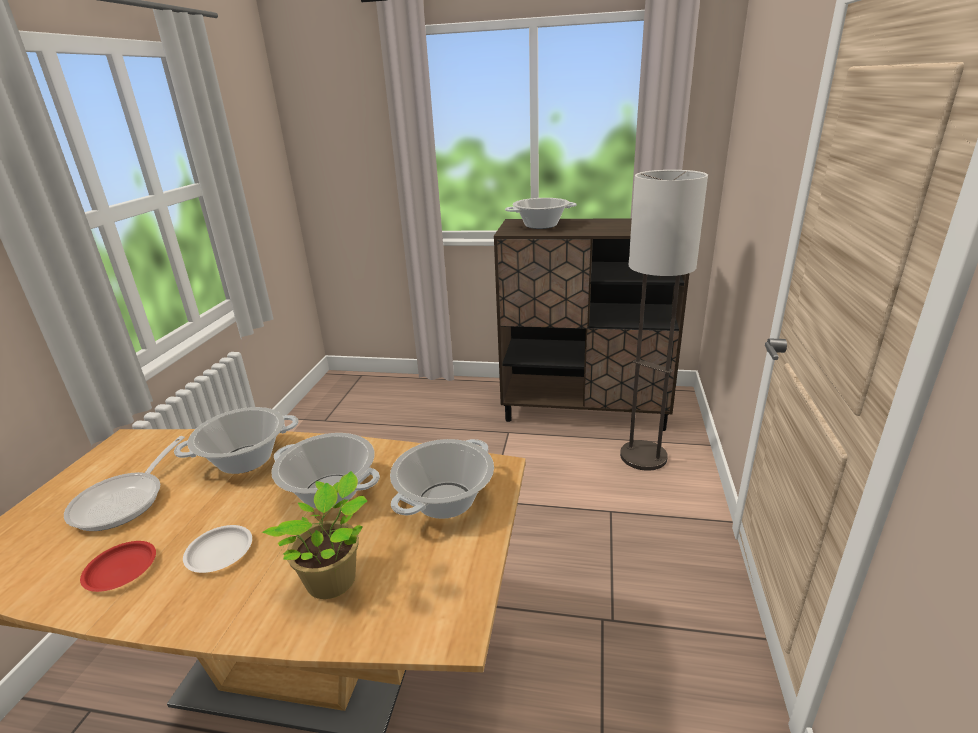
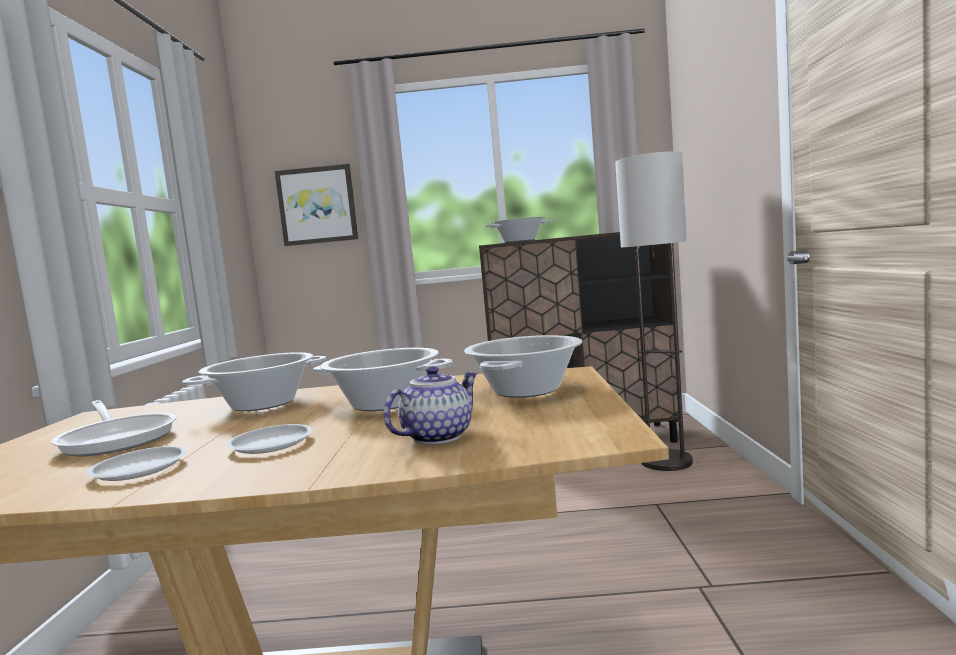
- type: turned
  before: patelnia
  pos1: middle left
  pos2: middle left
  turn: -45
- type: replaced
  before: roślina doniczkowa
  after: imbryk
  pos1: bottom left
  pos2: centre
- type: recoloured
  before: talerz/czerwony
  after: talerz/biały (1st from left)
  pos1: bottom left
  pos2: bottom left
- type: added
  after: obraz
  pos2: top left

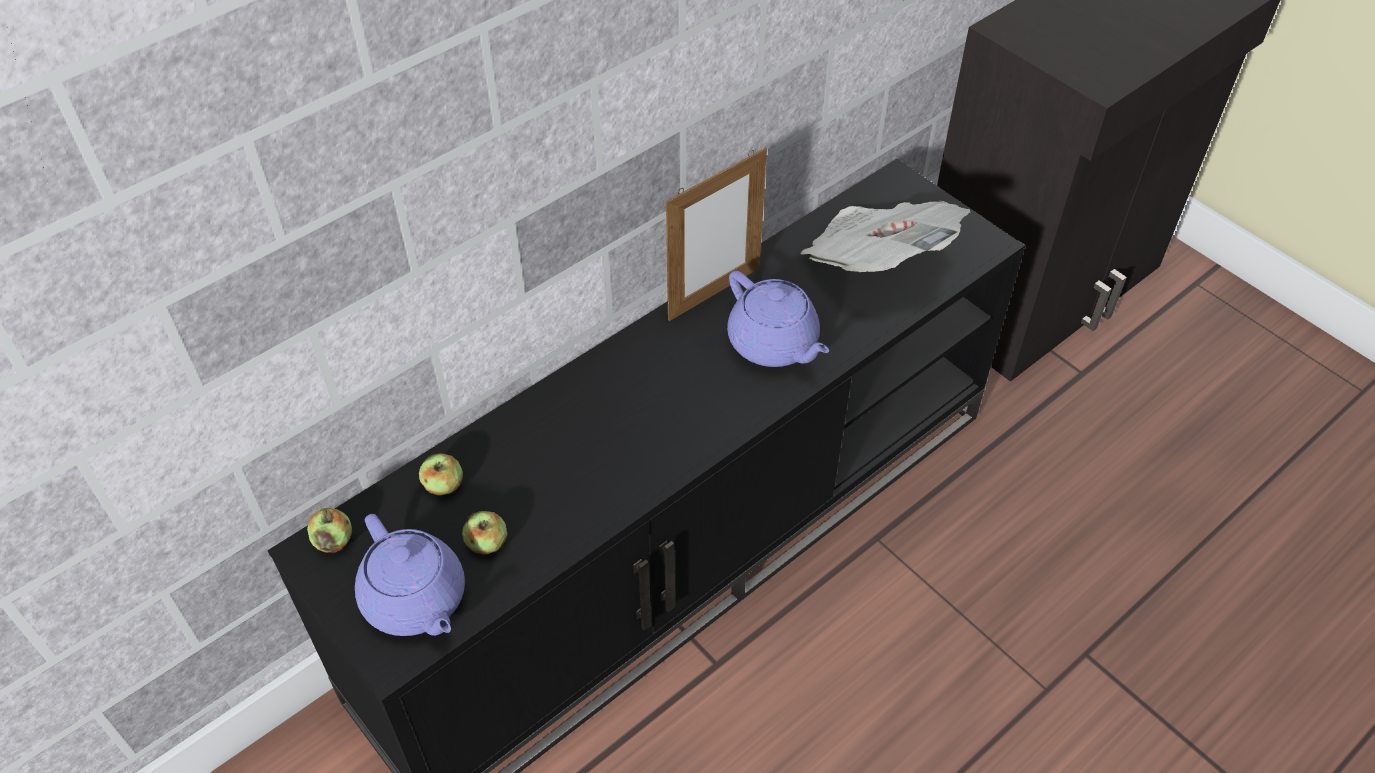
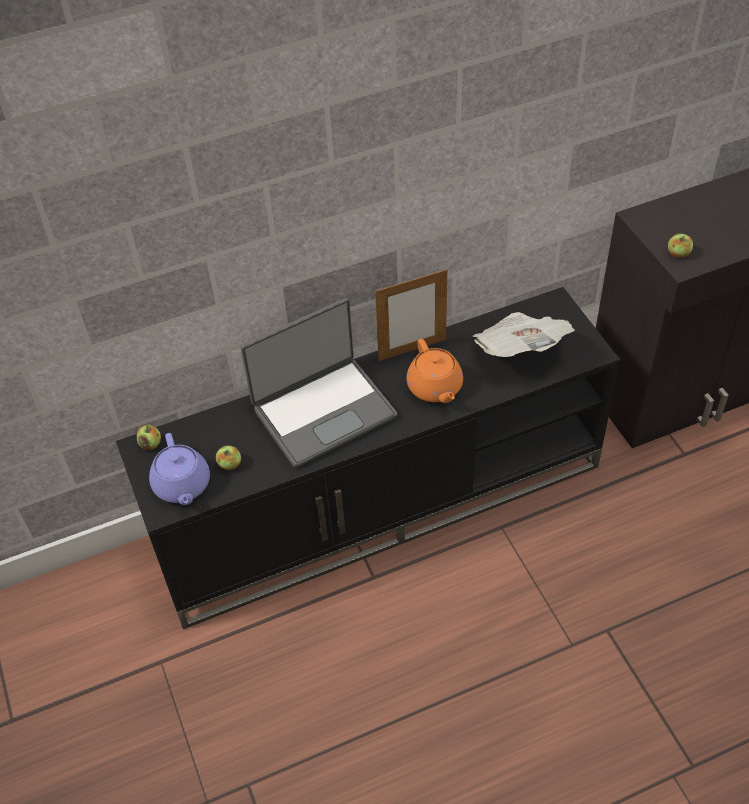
- type: recoloured
  before: imbryk/fioletowy (2nd from left)
  after: imbryk/pomarańczowy
  pos1: centre
  pos2: centre
- type: moved
  before: jabłko (2nd from left in the first image)
  after: jabłko (3rd from left)
  pos1: middle left
  pos2: top right
- type: added
  after: laptop
  pos2: centre

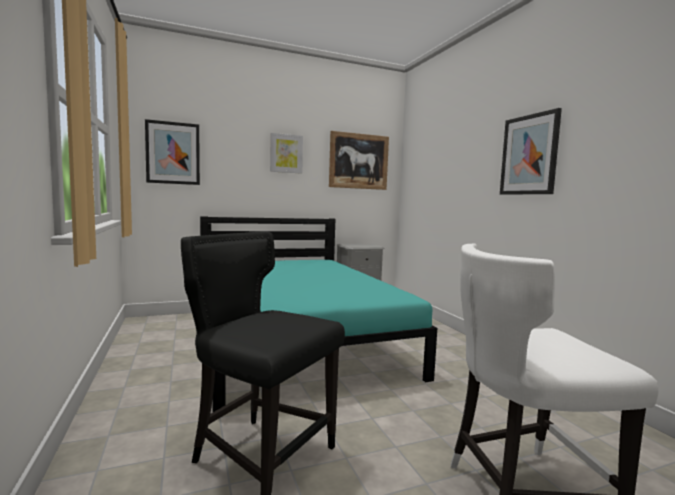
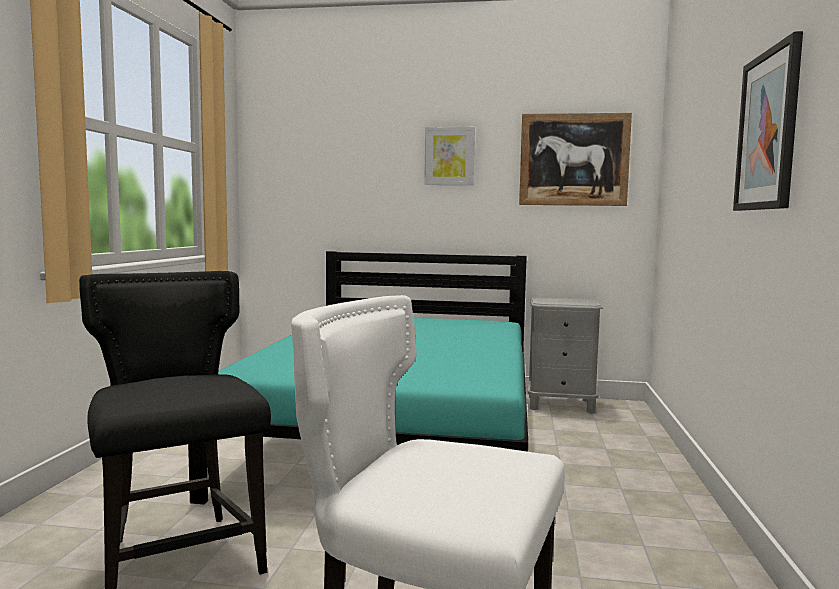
- type: removed
  before: obraz (1st from left)
  pos1: top left

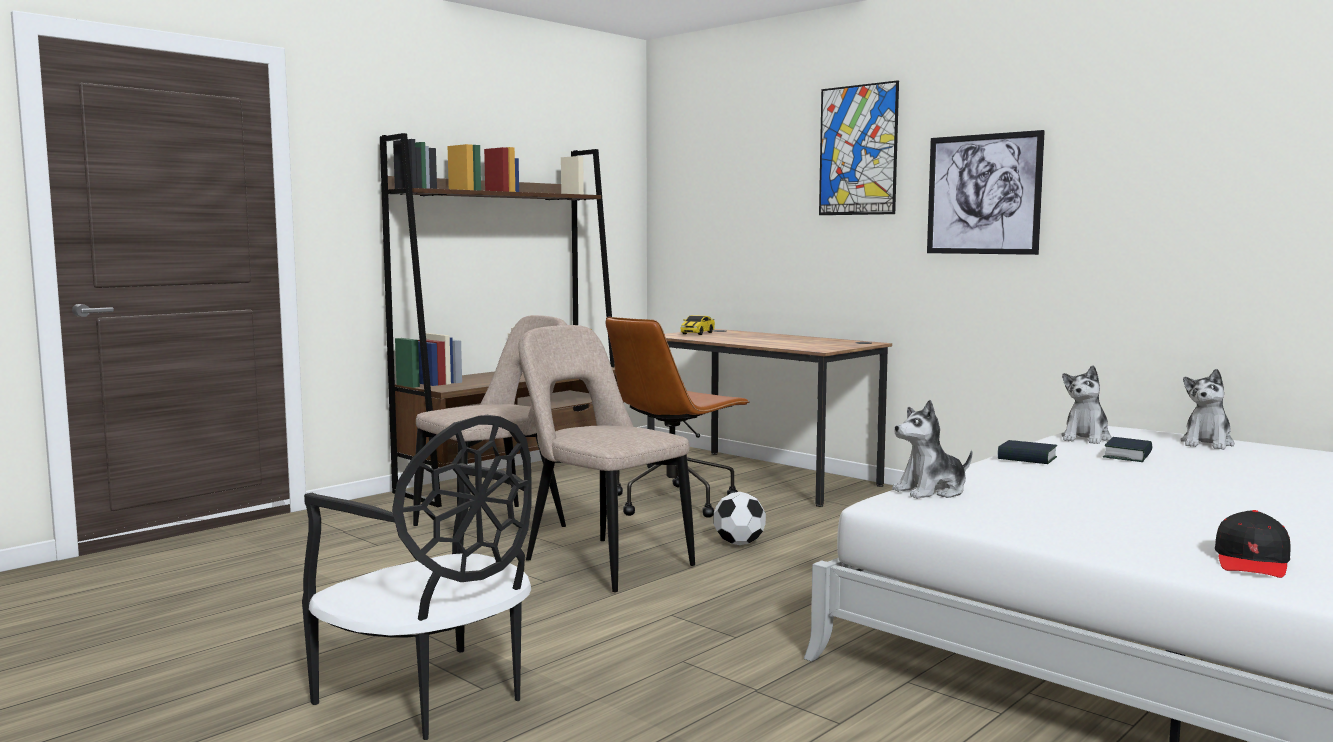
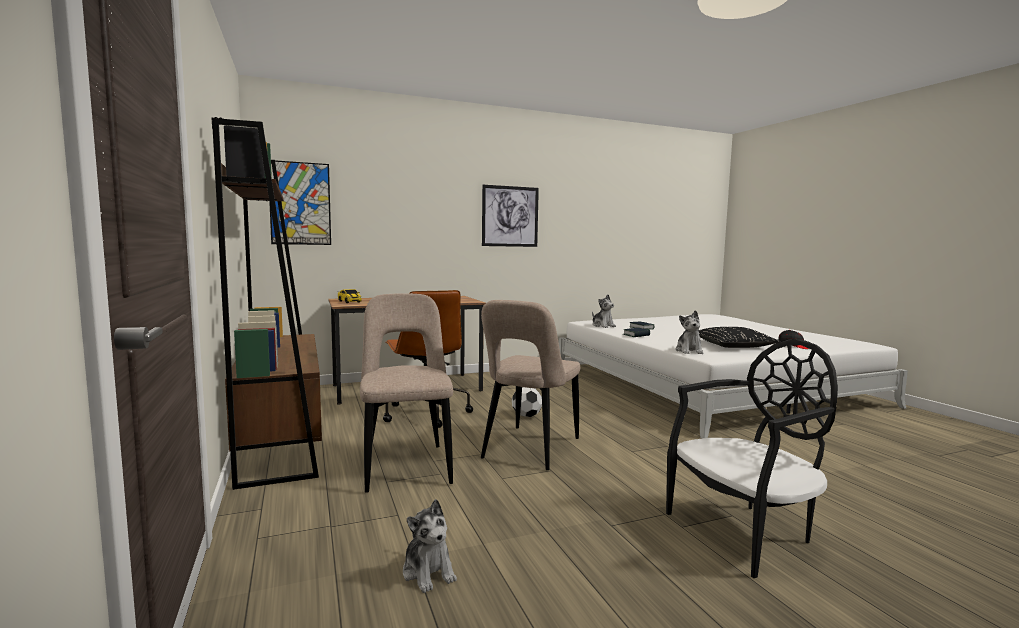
- type: moved
  before: obraz (1st from left)
  pos1: top centre
  pos2: top left
- type: turned
  before: krzesło/beżowy (2nd from left)
  pos1: centre
  pos2: centre
  turn: -45
- type: moved
  before: pluszak (3rd from left in the first image)
  after: pluszak (1st from left)
  pos1: middle right
  pos2: bottom centre
- type: added
  after: poduszka/czarny
  pos2: middle right

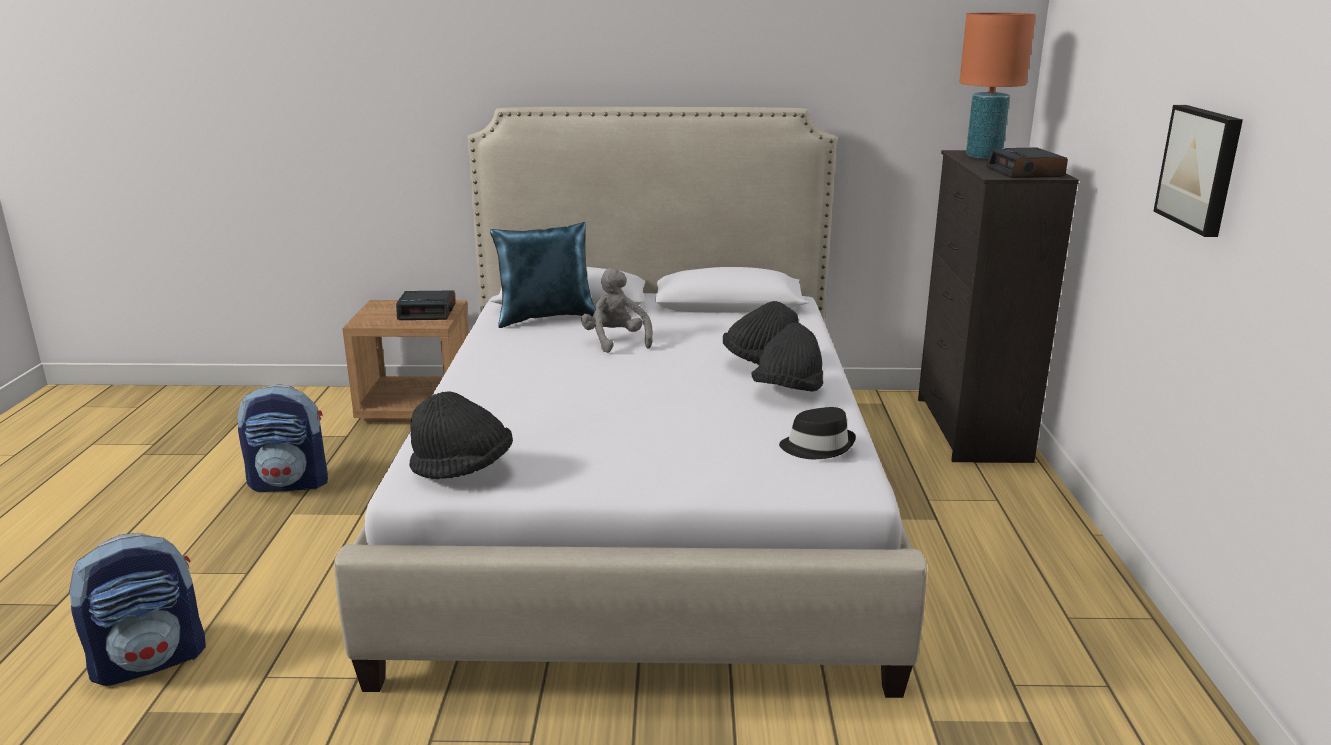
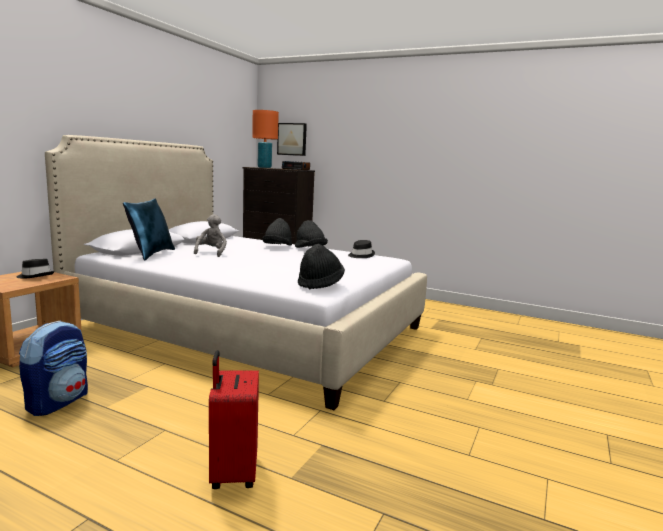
- type: moved
  before: obraz
  pos1: top right
  pos2: top centre
- type: turned
  before: pluszak/szary
  pos1: centre
  pos2: middle left
  turn: 90
- type: replaced
  before: budzik (1st from left)
  after: kapelusz/czarny (1st from left)
  pos1: middle left
  pos2: middle left
- type: replaced
  before: plecak (1st from left)
  after: walizka/czerwony
  pos1: bottom left
  pos2: bottom centre

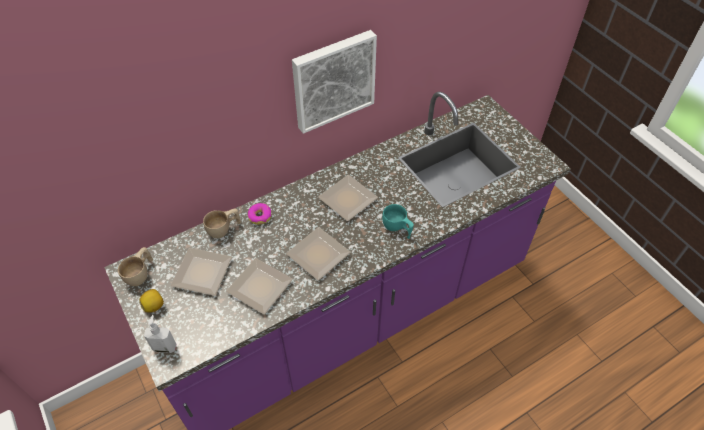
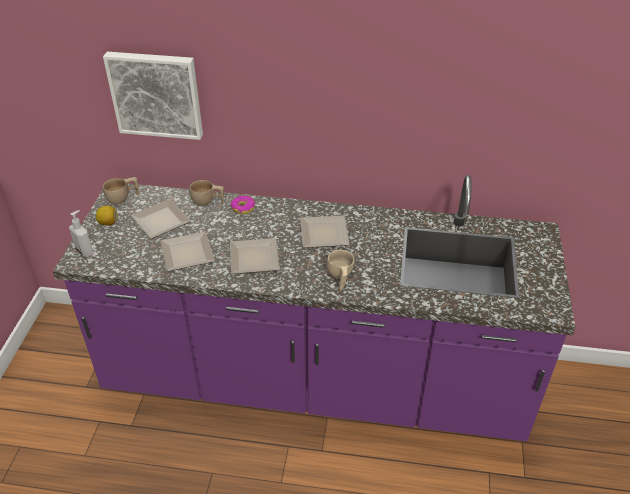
- type: moved
  before: obraz
  pos1: top centre
  pos2: top left
- type: recoloured
  before: filiżanka/turkusowy
  after: filiżanka/beżowy (3rd from left)
  pos1: centre
  pos2: centre

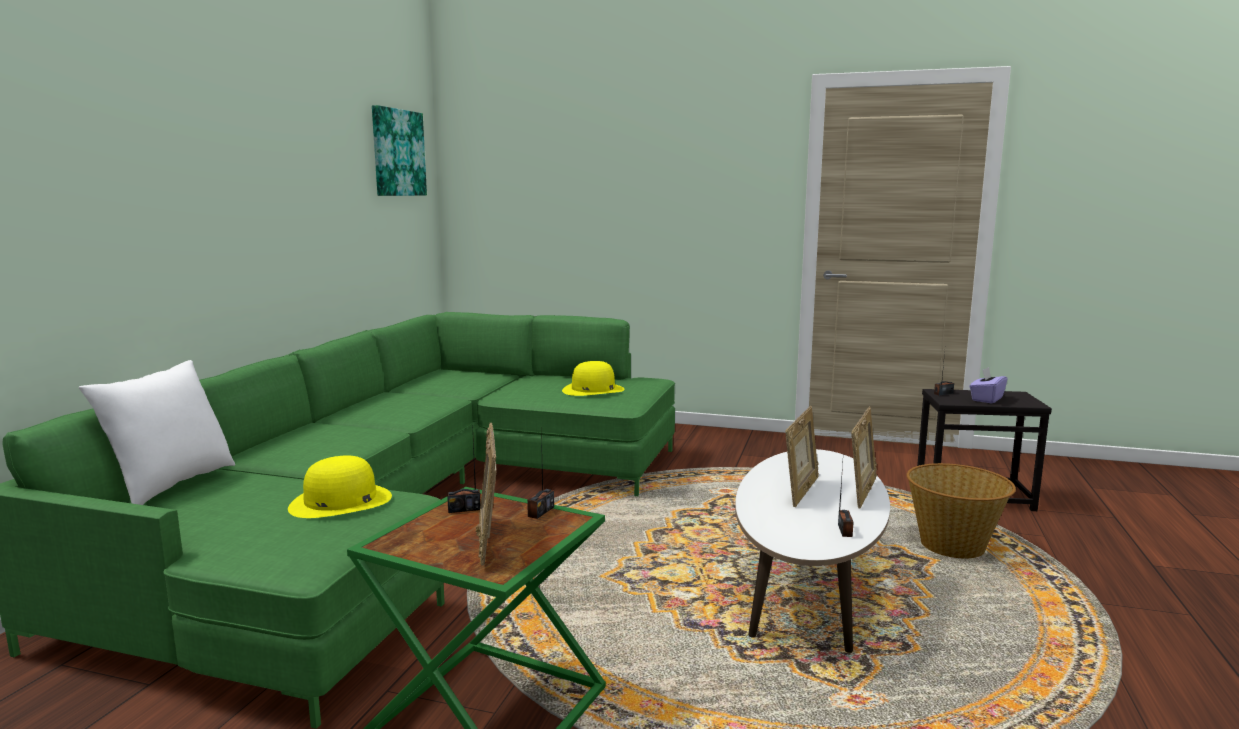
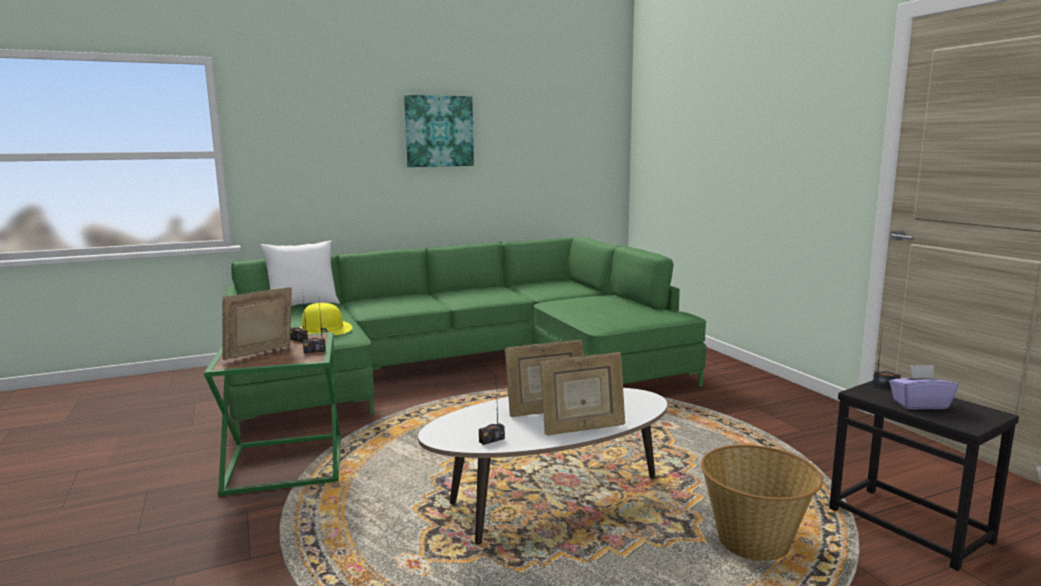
- type: moved
  before: obraz
  pos1: top left
  pos2: top centre
- type: removed
  before: kapelusz/żółty (2nd from left)
  pos1: centre

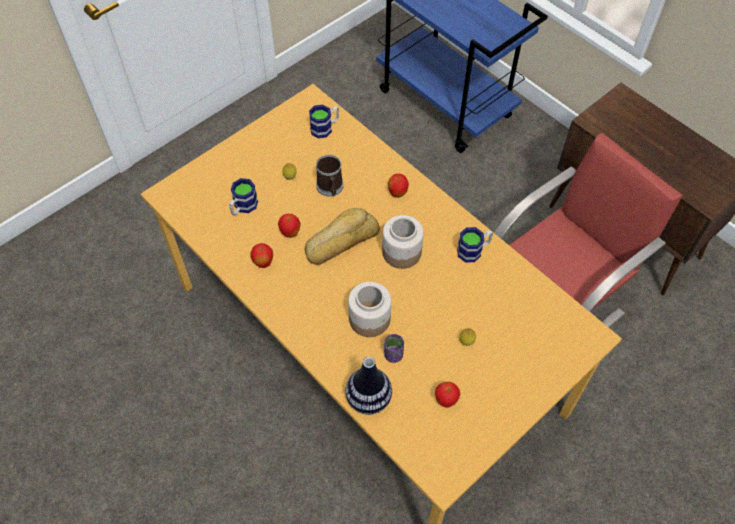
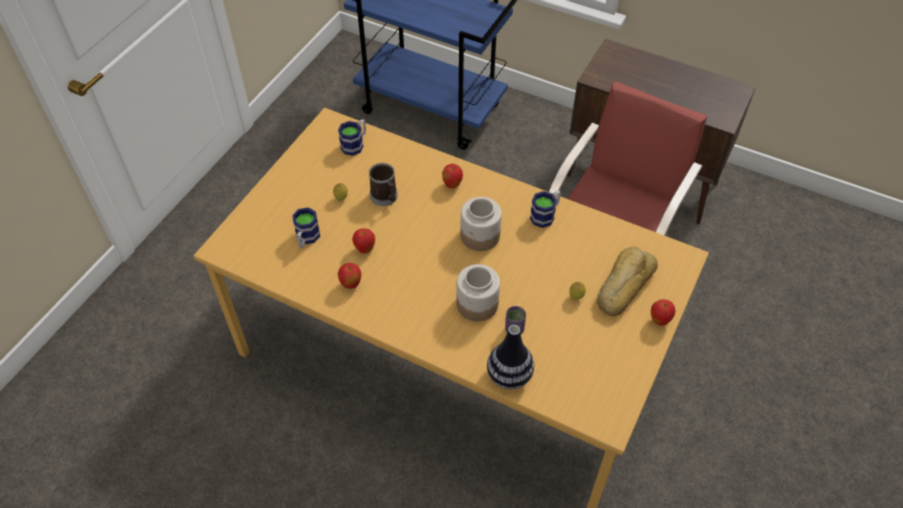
- type: moved
  before: chleb
  pos1: centre
  pos2: middle right
- type: moved
  before: jabłko (4th from left)
  pos1: bottom centre
  pos2: middle right

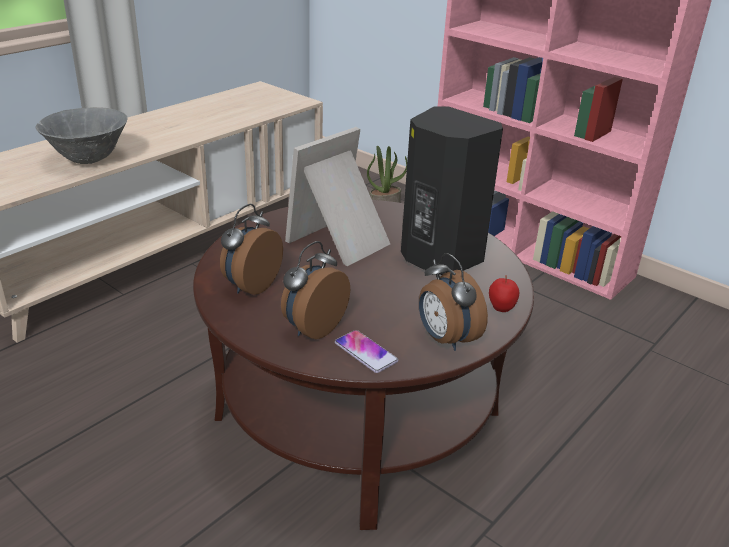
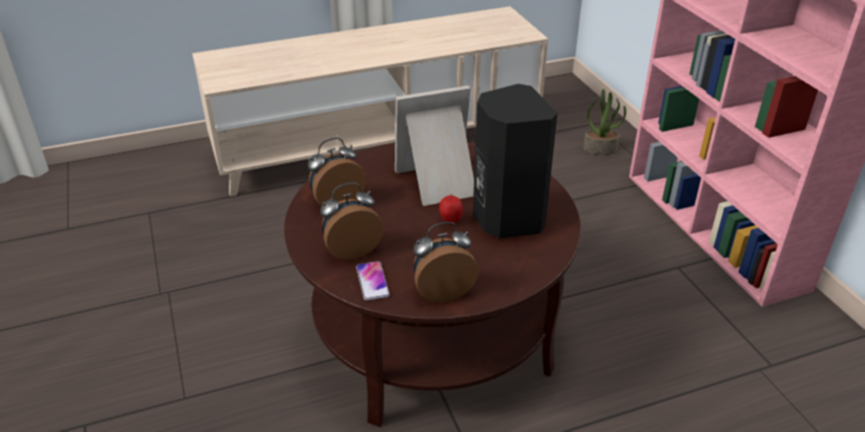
- type: removed
  before: miska/szary
  pos1: top left
- type: turned
  before: budzik (3rd from left)
  pos1: centre
  pos2: centre
  turn: 75
- type: moved
  before: jabłko
  pos1: middle right
  pos2: centre

